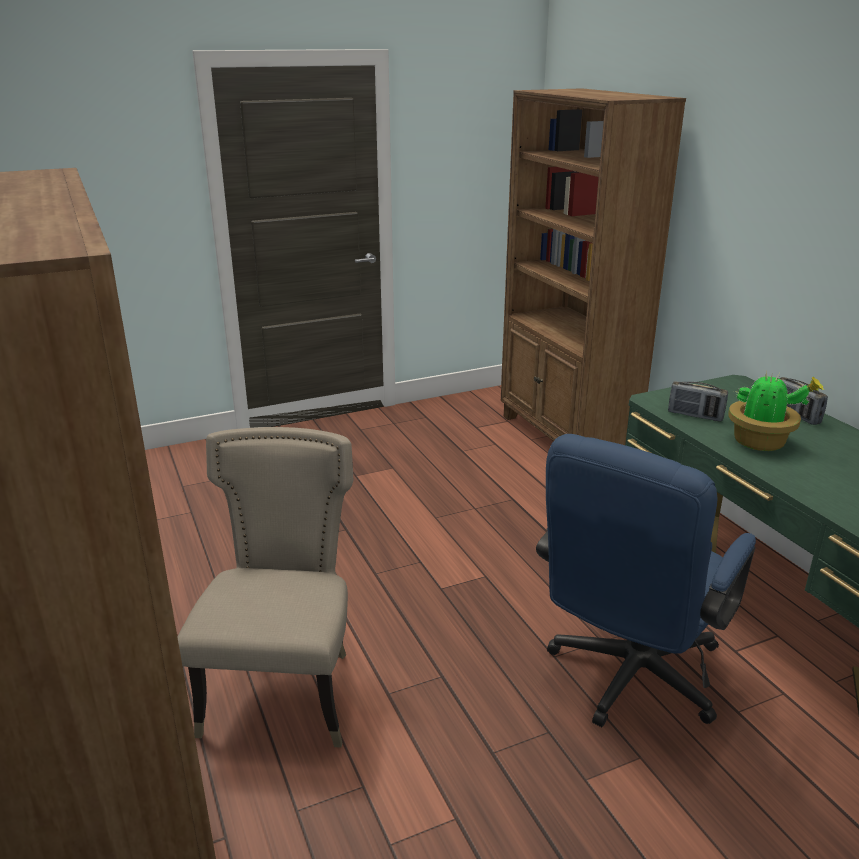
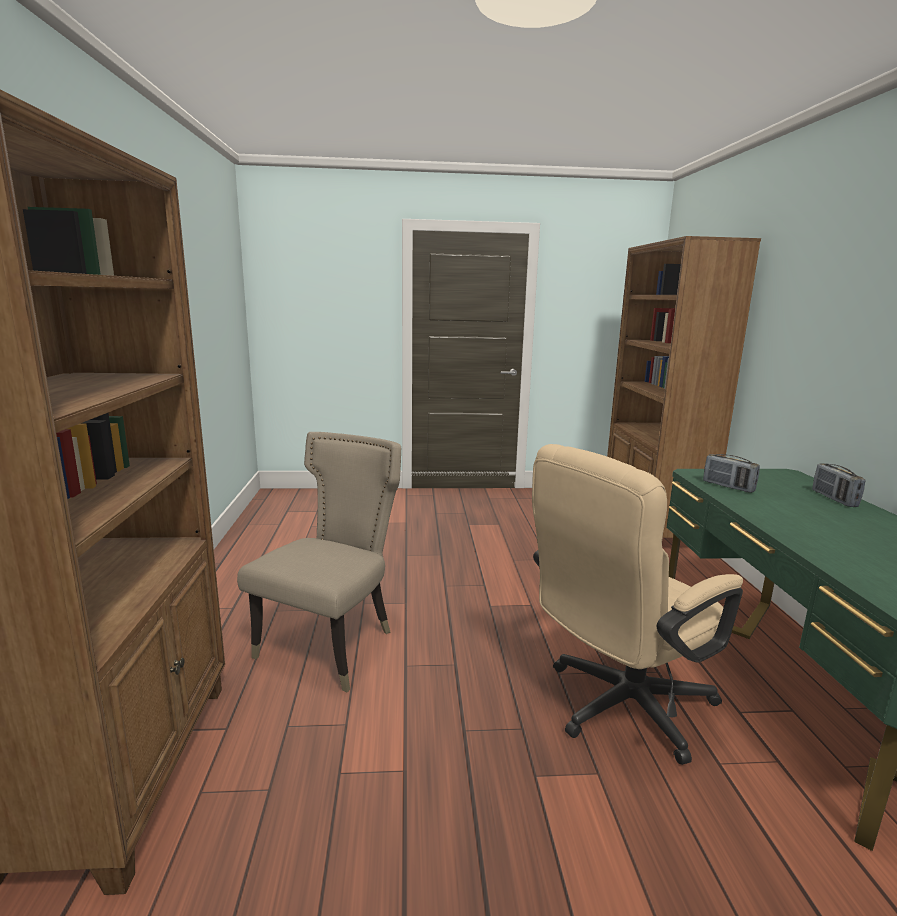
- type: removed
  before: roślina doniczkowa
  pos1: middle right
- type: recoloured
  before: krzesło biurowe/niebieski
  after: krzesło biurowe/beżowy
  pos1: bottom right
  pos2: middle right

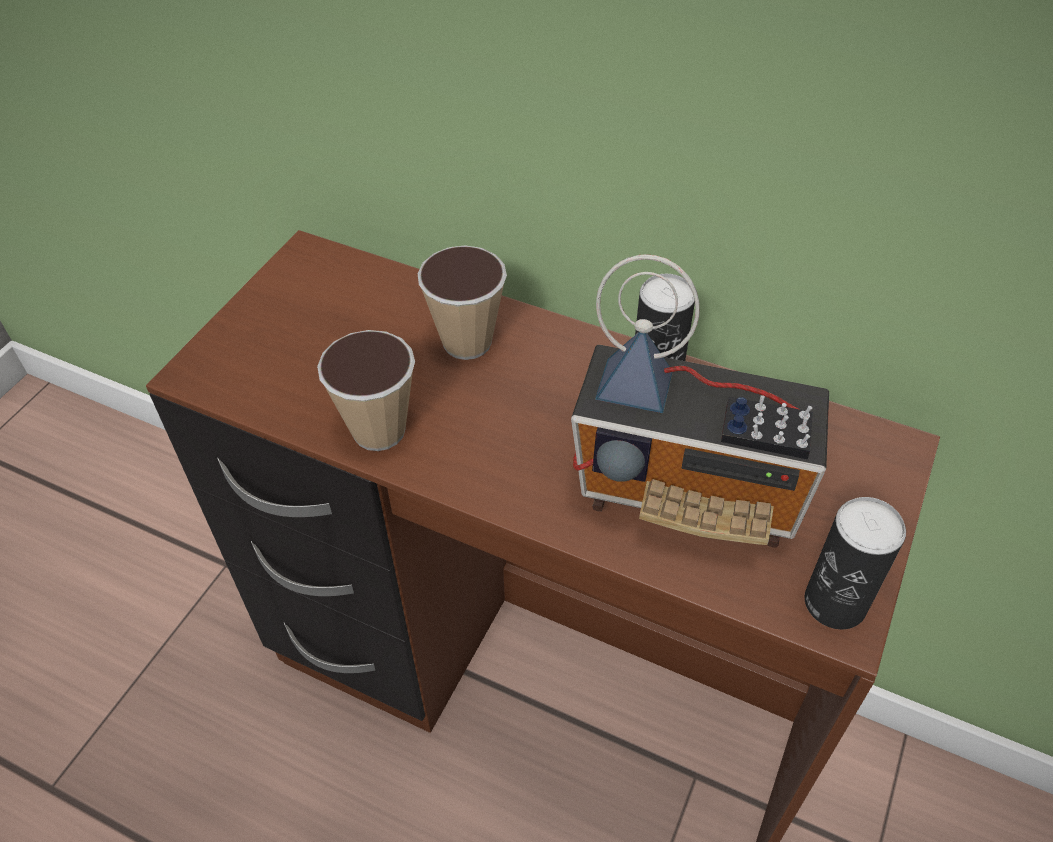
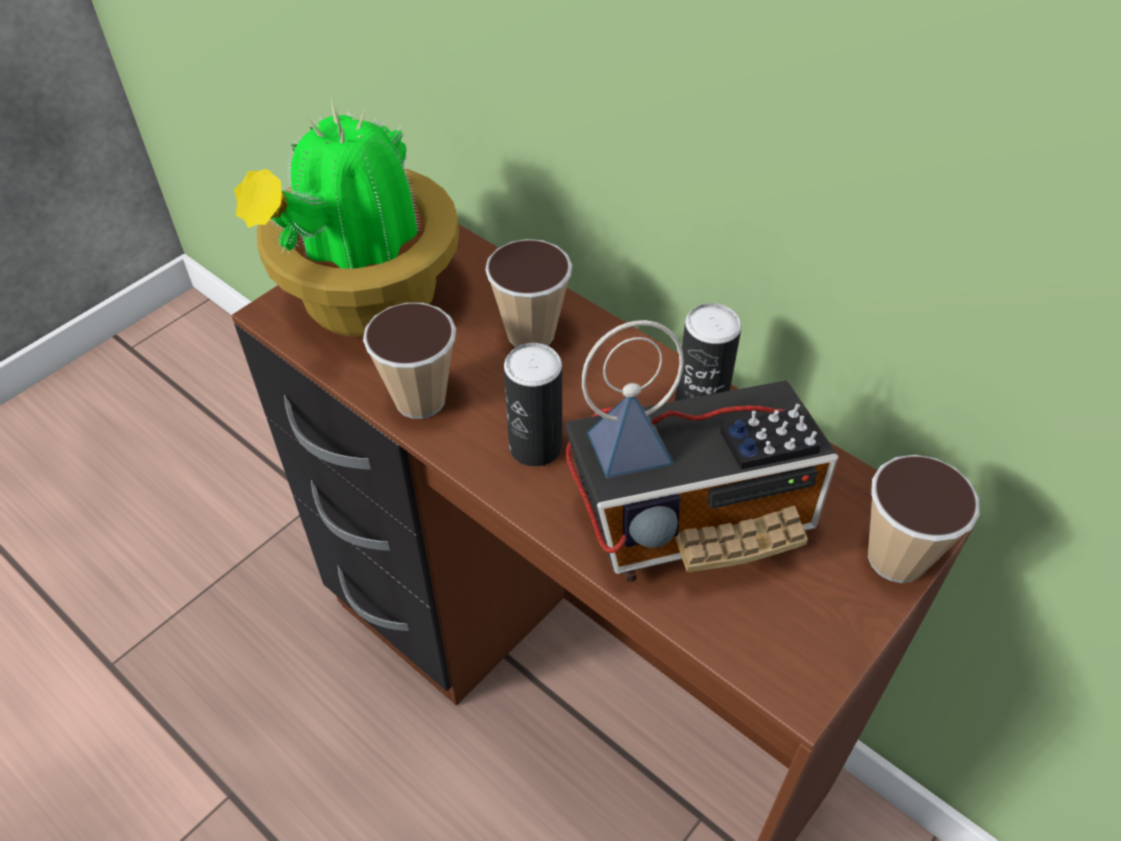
- type: turned
  before: radio
  pos1: centre
  pos2: centre
  turn: -45
- type: moved
  before: puszka (2nd from left in the first image)
  after: puszka (1st from left)
  pos1: bottom right
  pos2: centre
- type: added
  after: roślina doniczkowa
  pos2: top left
- type: added
  after: filiżanka (3rd from left)
  pos2: middle right

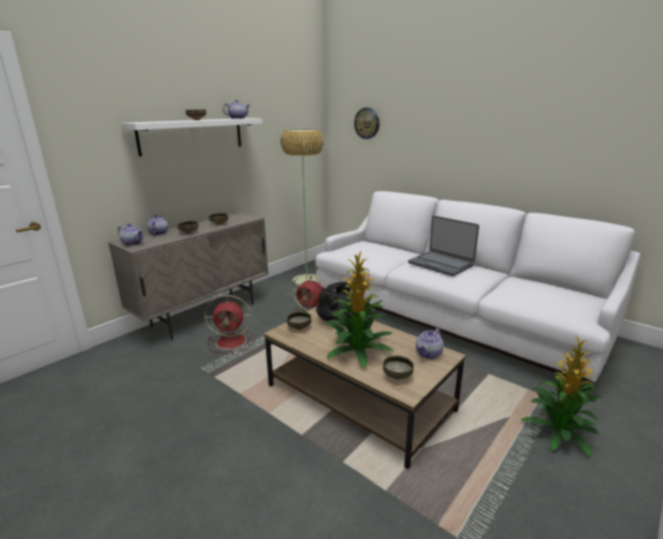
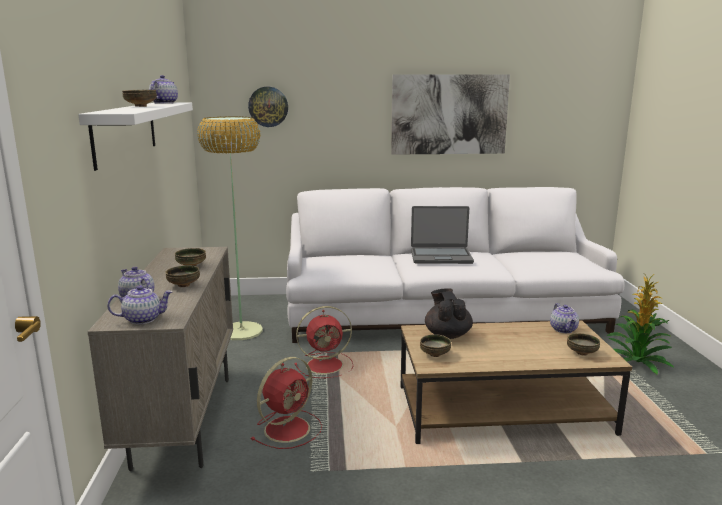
- type: removed
  before: roślina doniczkowa (1st from left)
  pos1: centre
- type: added
  after: obraz
  pos2: top centre

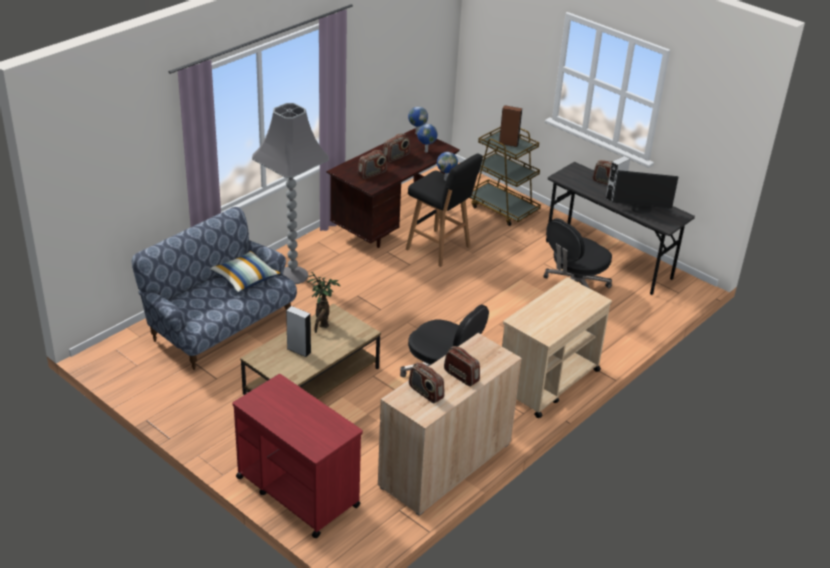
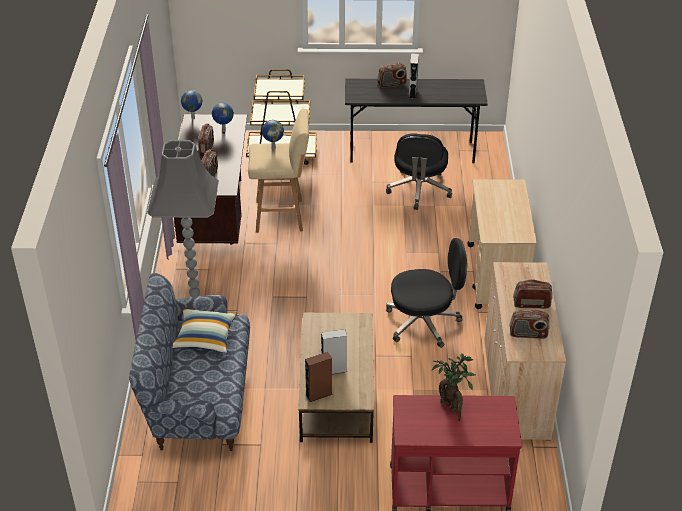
- type: moved
  before: głośnik/brązowy
  pos1: top centre
  pos2: bottom centre
- type: recoloured
  before: stołek/czarny
  after: stołek/beżowy
  pos1: centre
  pos2: centre
- type: removed
  before: monitor
  pos1: middle right
- type: moved
  before: roślina doniczkowa
  pos1: centre
  pos2: bottom centre

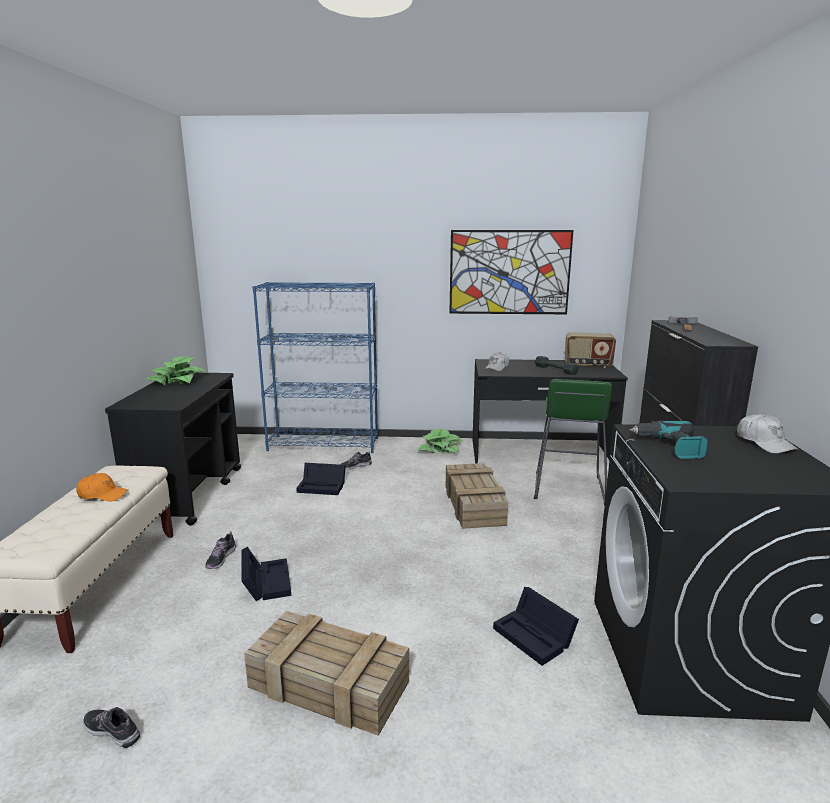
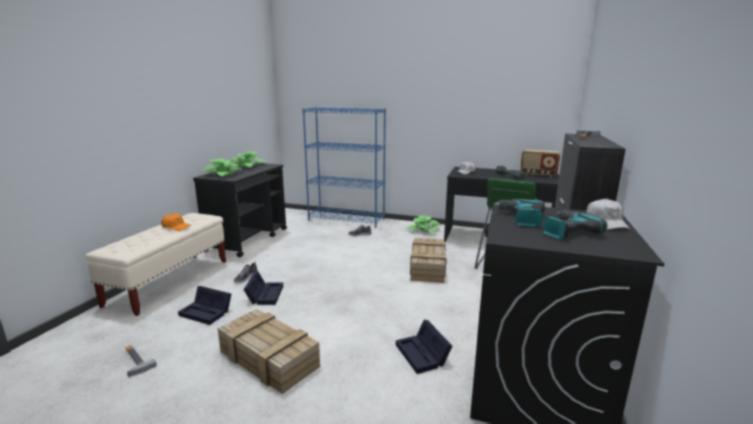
- type: removed
  before: obraz
  pos1: centre
- type: moved
  before: pojemnik do przechowywania/czarny (2nd from left in the first image)
  after: pojemnik do przechowywania/czarny (1st from left)
  pos1: centre
  pos2: bottom left
- type: replaced
  before: but (1st from left)
  after: młotek (1st from left)
  pos1: bottom left
  pos2: bottom left
- type: added
  after: roślina doniczkowa (1st from left)
  pos2: middle left
- type: added
  after: wiertarka (2nd from left)
  pos2: middle right

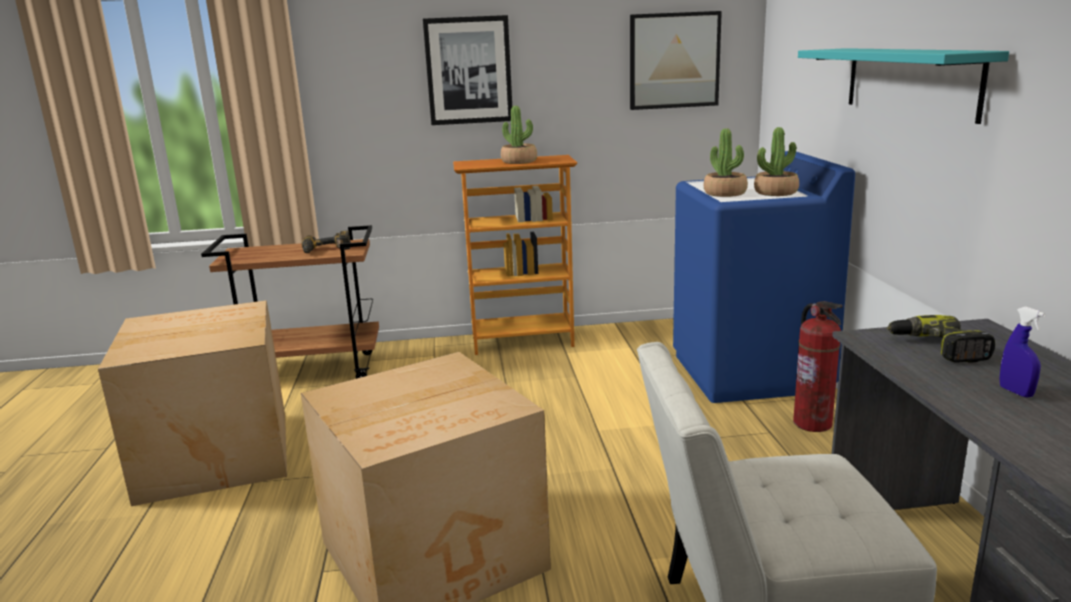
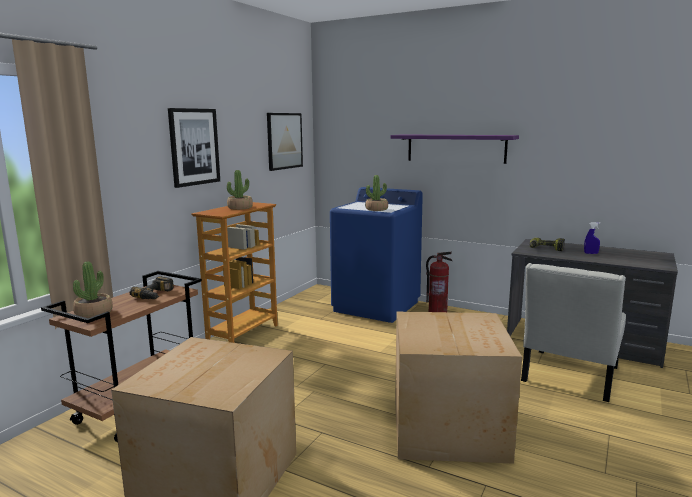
- type: recoloured
  before: półka/turkusowy
  after: półka/fioletowy
  pos1: top right
  pos2: top centre
- type: moved
  before: roślina doniczkowa (3rd from left in the first image)
  after: roślina doniczkowa (1st from left)
  pos1: top right
  pos2: middle left

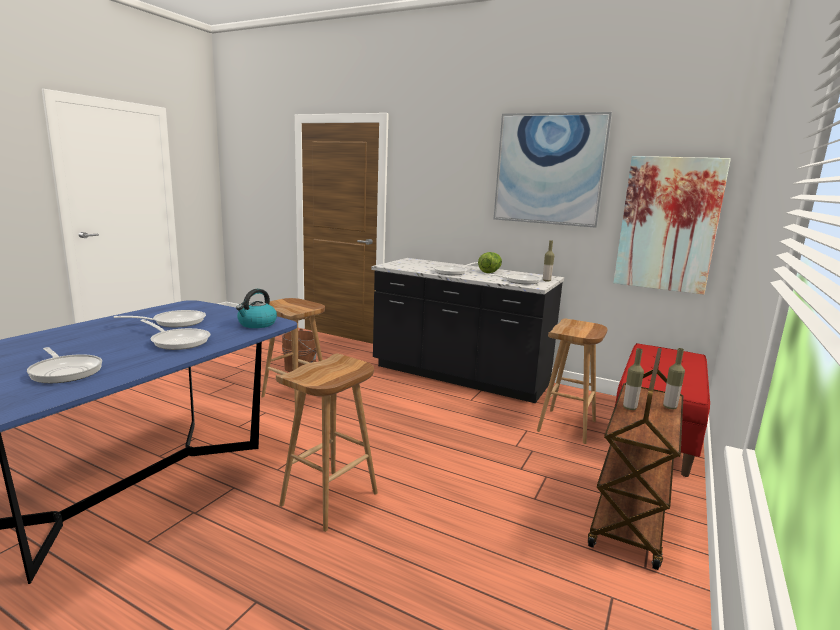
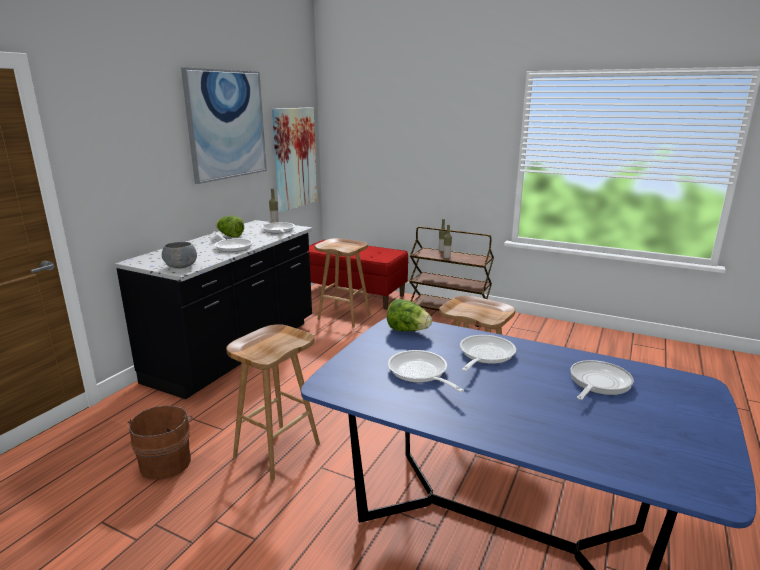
- type: replaced
  before: czajnik
  after: sałata (2nd from left)
  pos1: middle left
  pos2: centre
- type: added
  after: miska/szary
  pos2: middle left

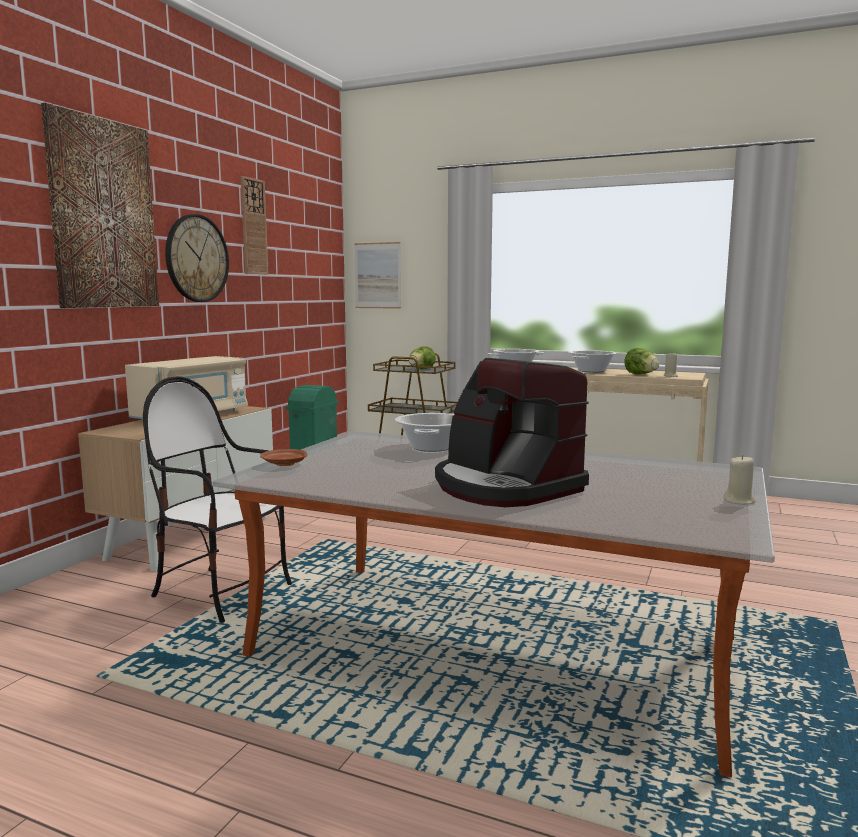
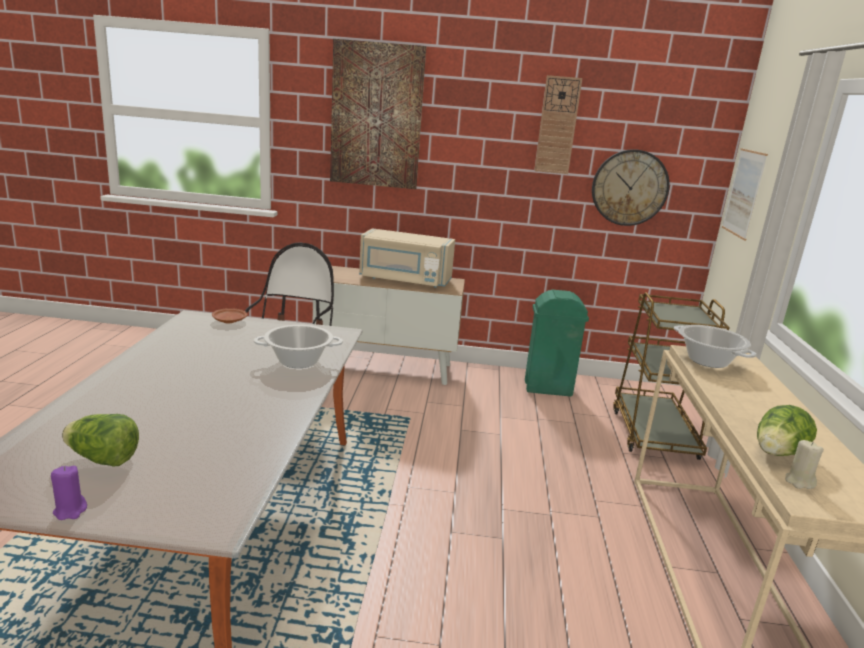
- type: moved
  before: zegar ścienny (1st from left in the first image)
  after: zegar ścienny (2nd from left)
  pos1: top left
  pos2: top right
- type: moved
  before: sałata (1st from left)
  pos1: centre
  pos2: bottom left
- type: removed
  before: garnek (3rd from left)
  pos1: middle right
- type: removed
  before: ekspres do kawy
  pos1: centre
- type: recoloured
  before: świeca/beżowy (2nd from left)
  after: świeca/fioletowy
  pos1: middle right
  pos2: bottom left

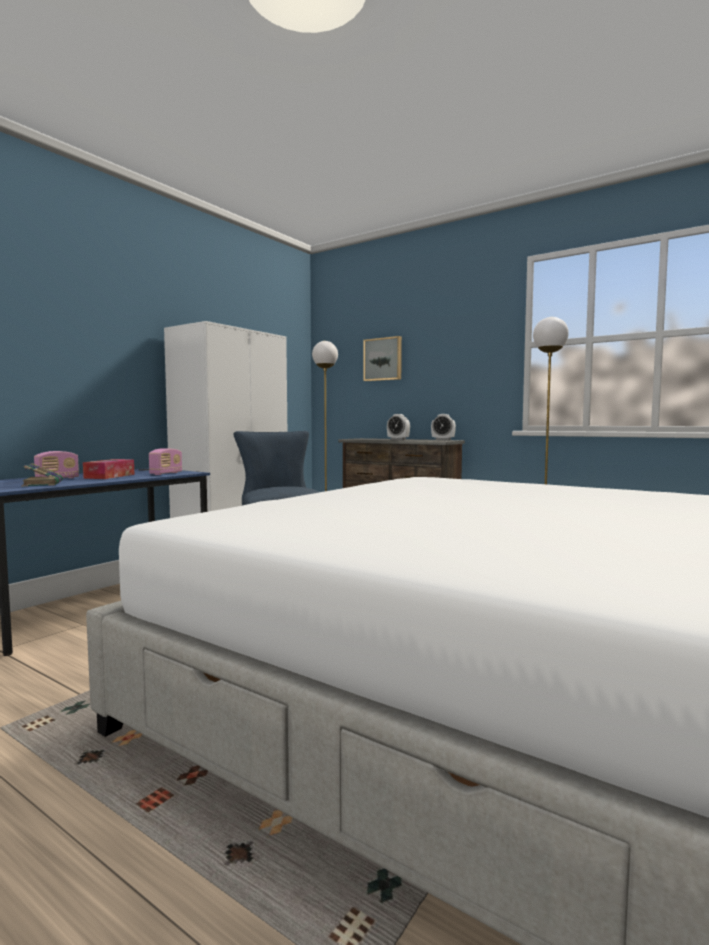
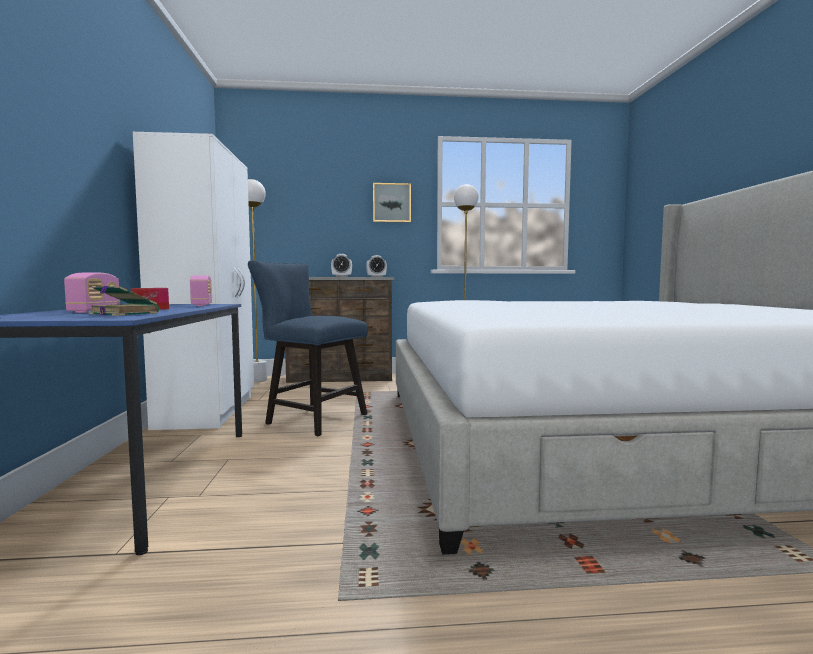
- type: moved
  before: obraz
  pos1: centre
  pos2: top centre

